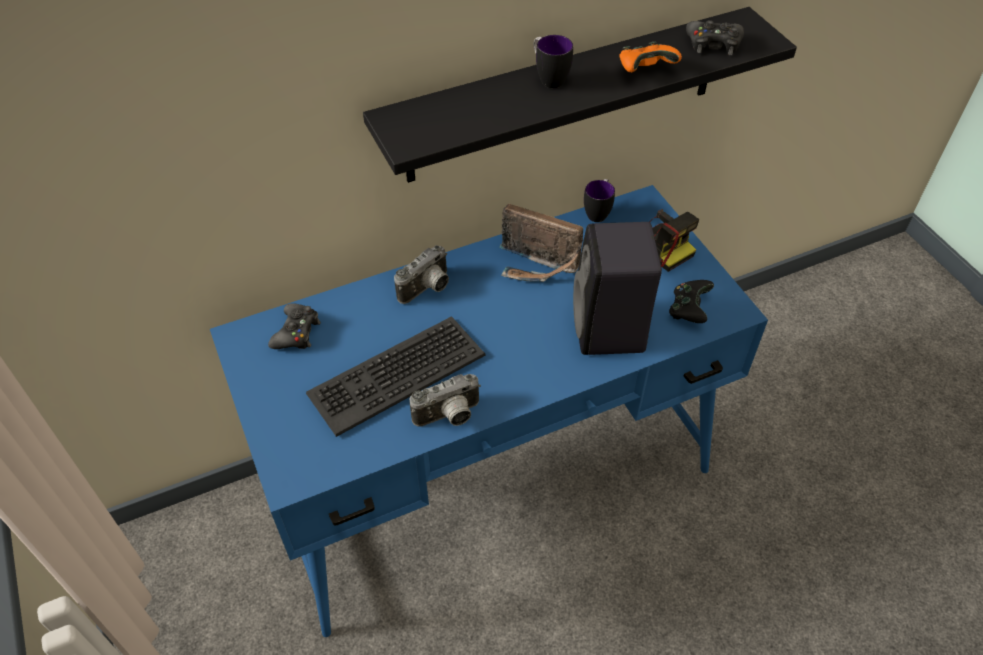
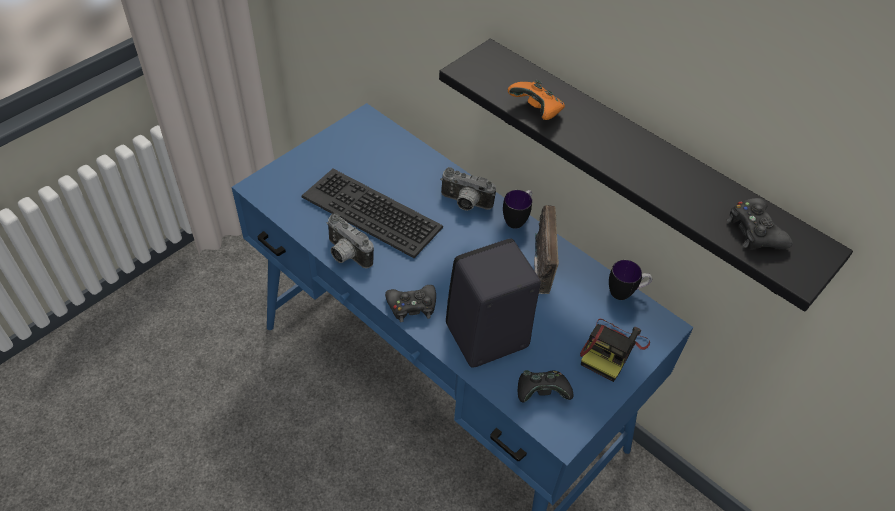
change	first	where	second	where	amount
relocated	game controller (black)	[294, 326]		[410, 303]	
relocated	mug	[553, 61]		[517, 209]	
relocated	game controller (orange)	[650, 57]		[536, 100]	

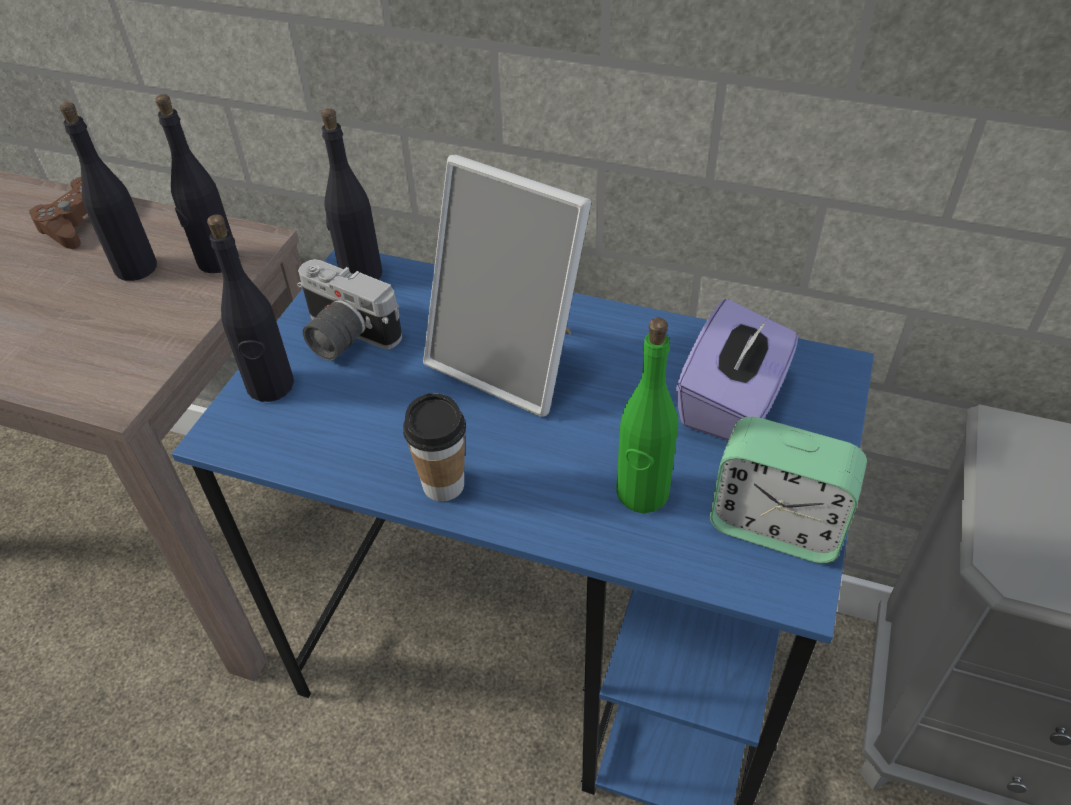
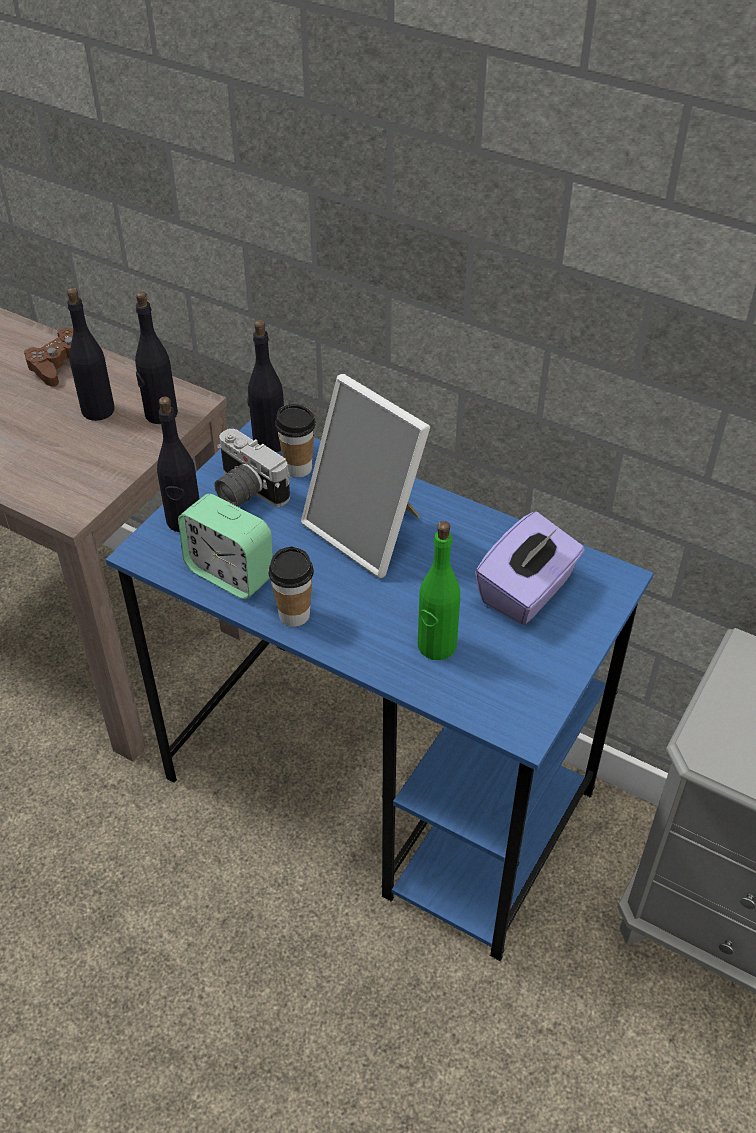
change	first	where	second	where	amount
appeared			cup	[296, 440]	
relocated	alarm clock	[788, 490]		[225, 546]	

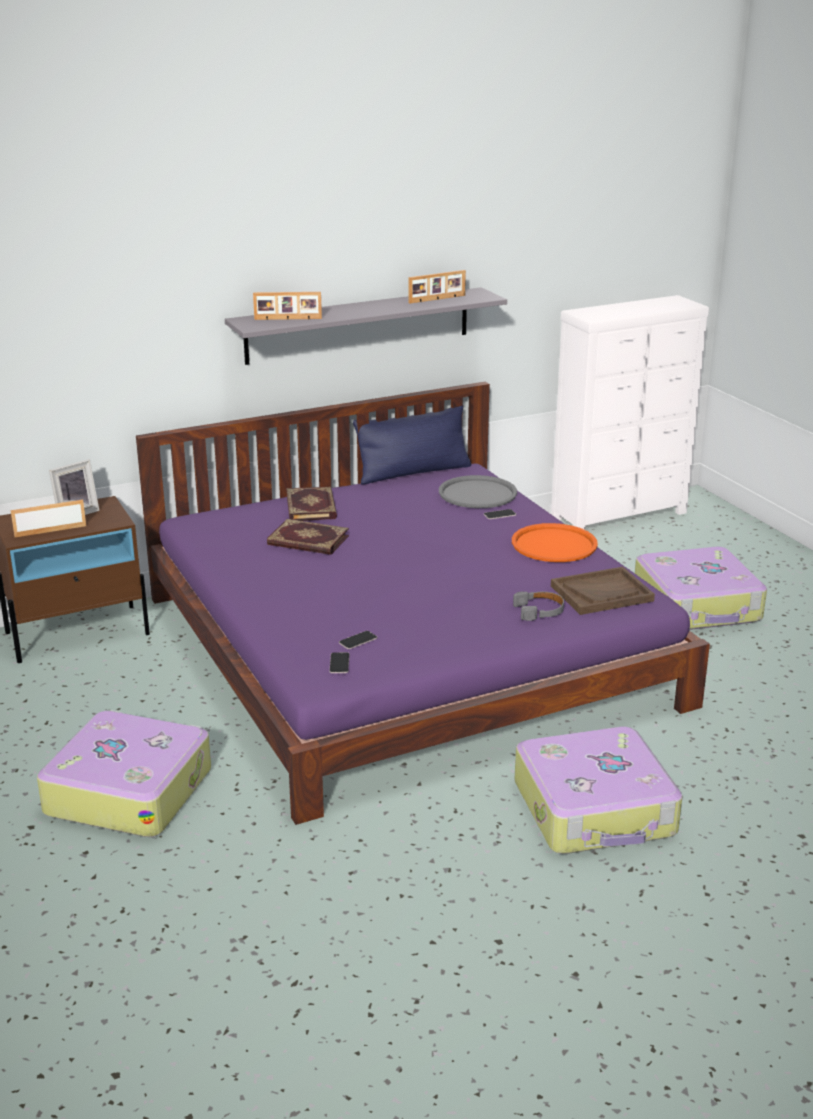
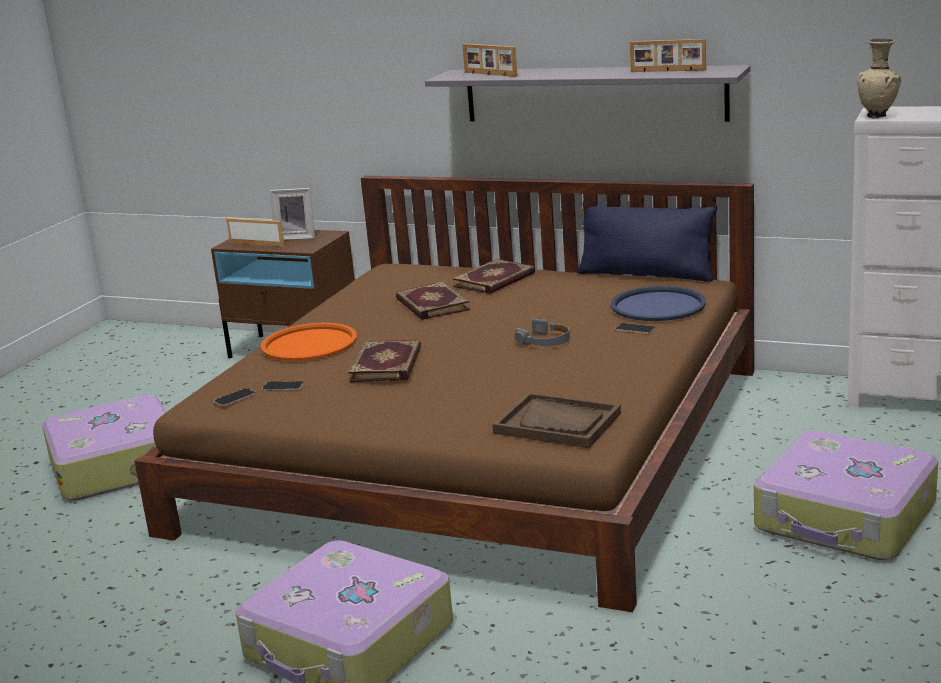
change	first	where	second	where	amount
appeared			book	[384, 361]	
appeared			vase (beige)	[879, 78]	
relocated	tray (orange)	[555, 542]		[308, 342]	
relocated	headphones (grey)	[538, 606]		[542, 332]	
colour	bed (purple)	[423, 603]	bed (brown)	[444, 394]	
colour	tray (grey)	[478, 491]	tray (blue)	[658, 303]	

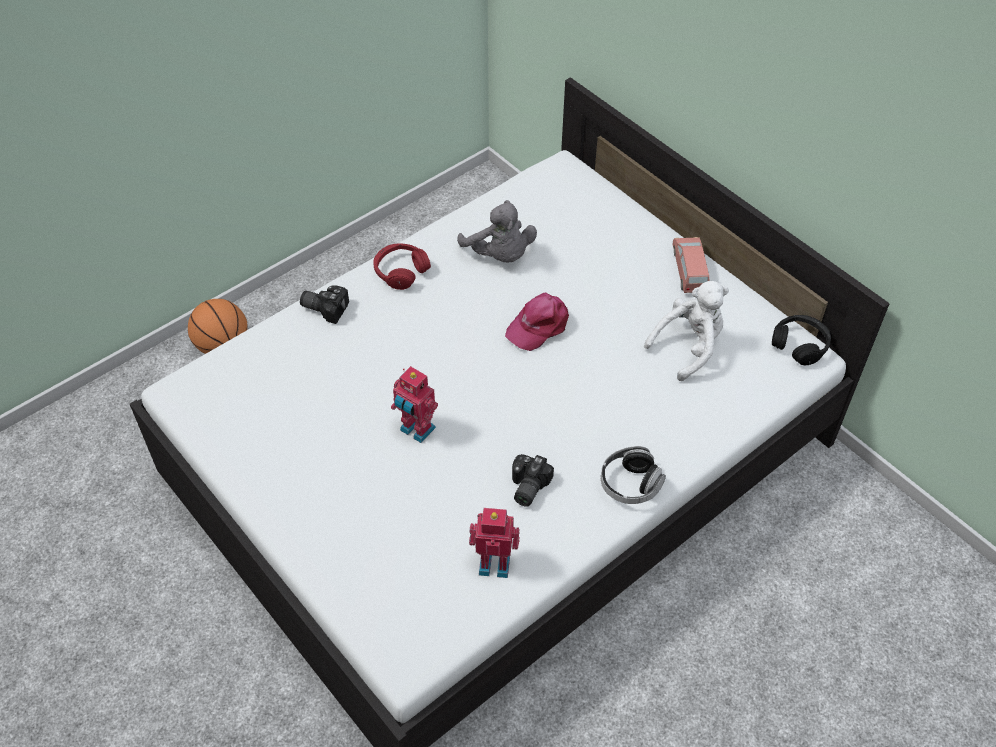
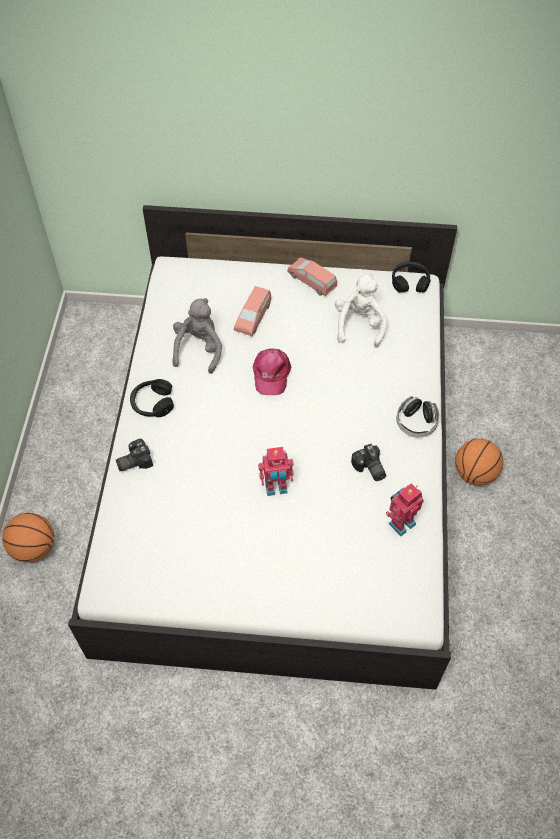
change	first	where	second	where	amount
appeared			toy car (pink)	[252, 311]	
appeared			basketball	[479, 462]	
colour	headphones (red)	[402, 266]	headphones (black)	[152, 398]	
spun	plush toy (grey)	[497, 231]		[197, 336]	90 degrees counterclockwise

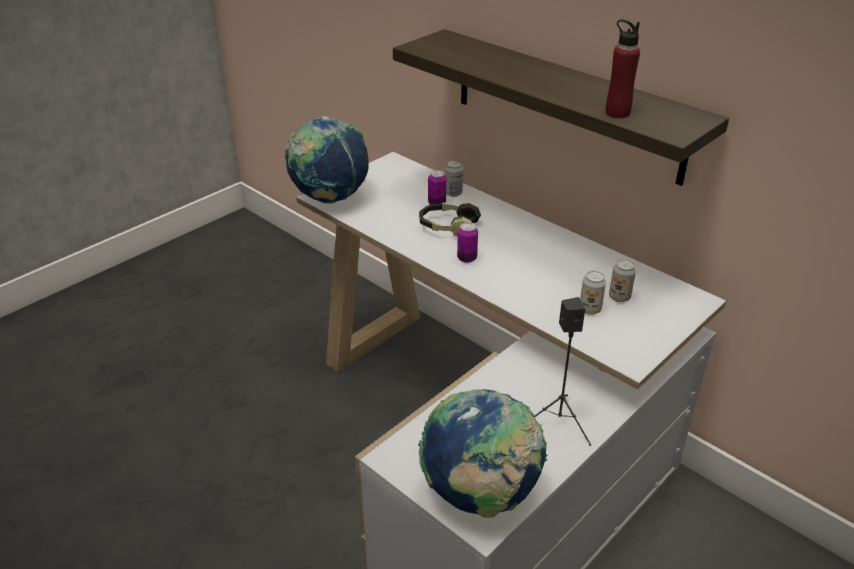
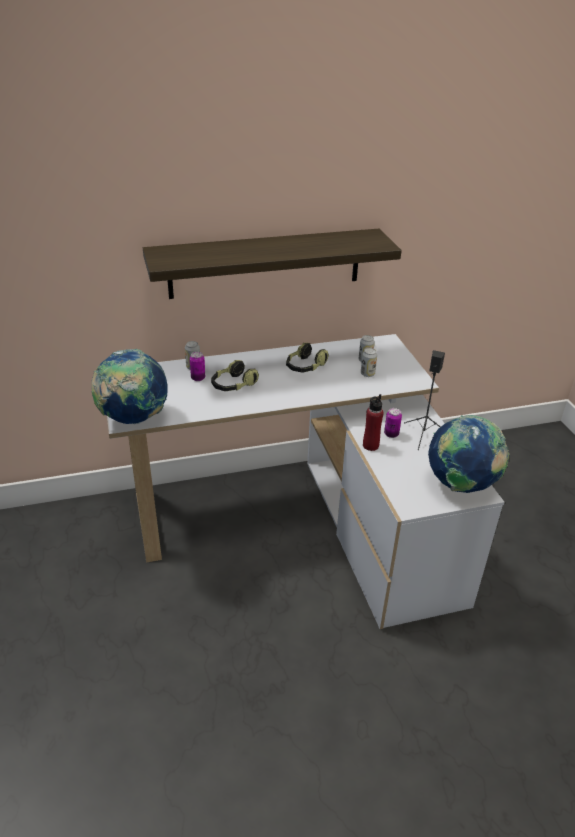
change	first	where	second	where	amount
appeared			headphones	[307, 357]	
relocated	can	[467, 242]		[393, 423]	
relocated	bottle (red)	[622, 68]		[373, 422]	

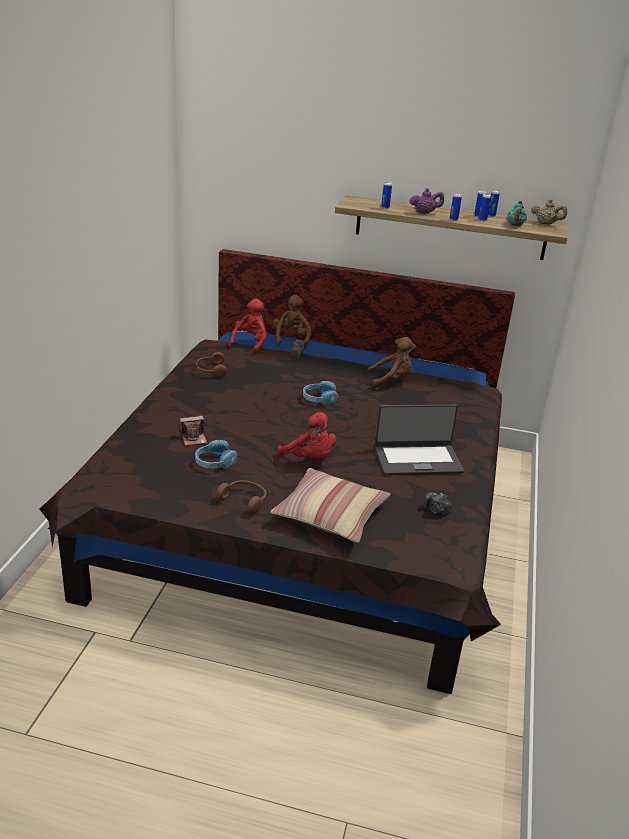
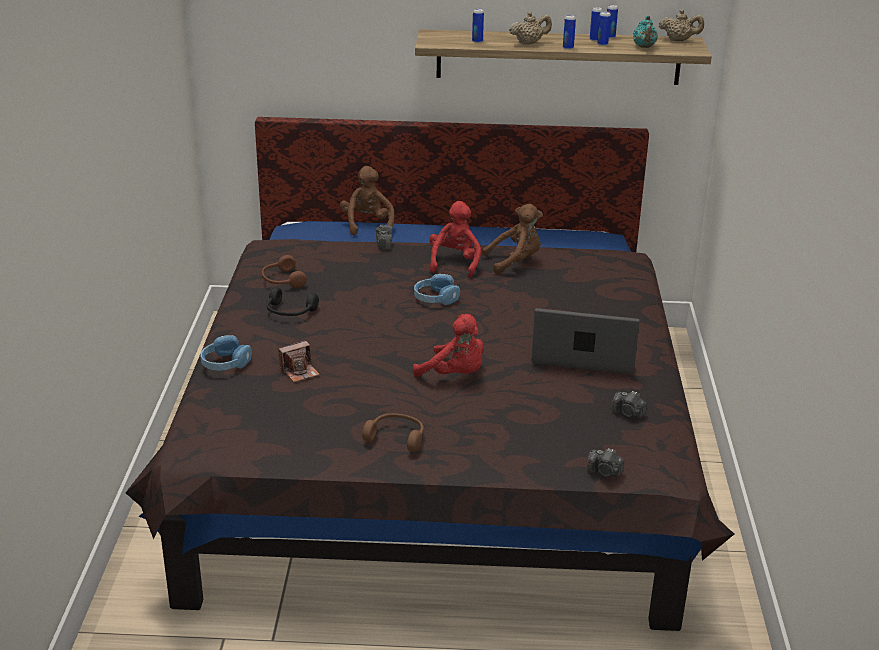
change	first	where	second	where	amount
missing	pillow	[330, 505]			
appeared			headphones (black)	[292, 301]	
appeared			photo camera	[605, 462]	
relocated	headphones (blue)	[216, 454]		[226, 353]	
relocated	plush toy (red)	[248, 326]		[455, 239]	
colour	teapot (purple)	[426, 201]	teapot (beige)	[530, 28]	
spun	laptop	[419, 439]		[585, 341]	150 degrees counterclockwise

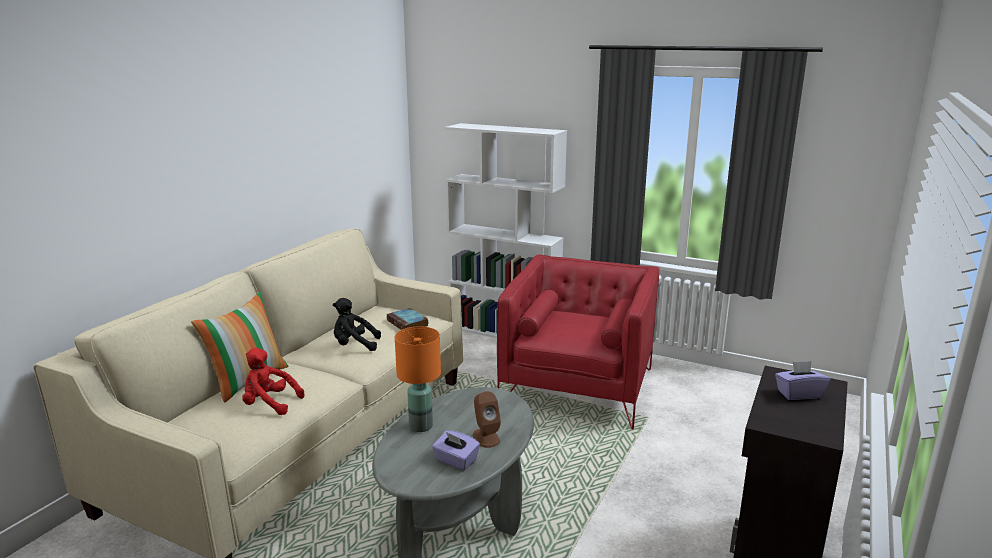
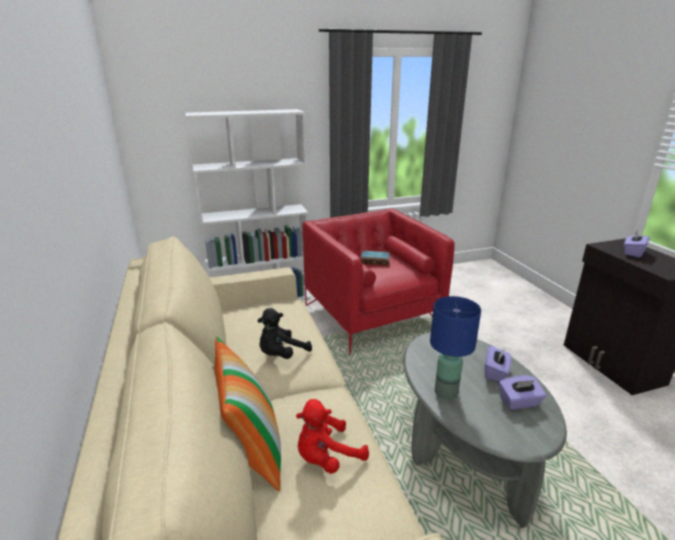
change	first	where	second	where	amount
relocated	book	[407, 319]		[375, 258]	
exchanged	speaker (brown)	[487, 419]	tissue box (purple)	[498, 363]	
colour	table lamp (orange)	[418, 379]	table lamp (blue)	[455, 348]	

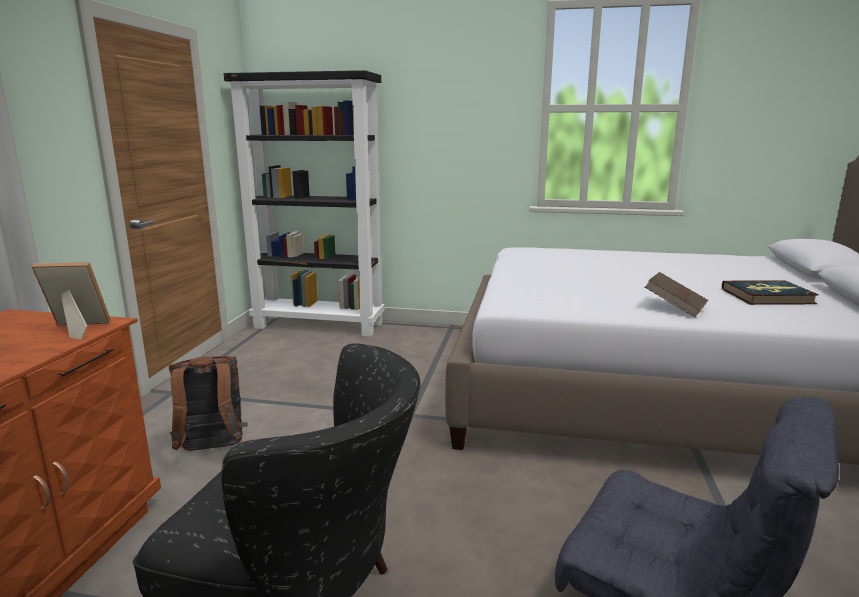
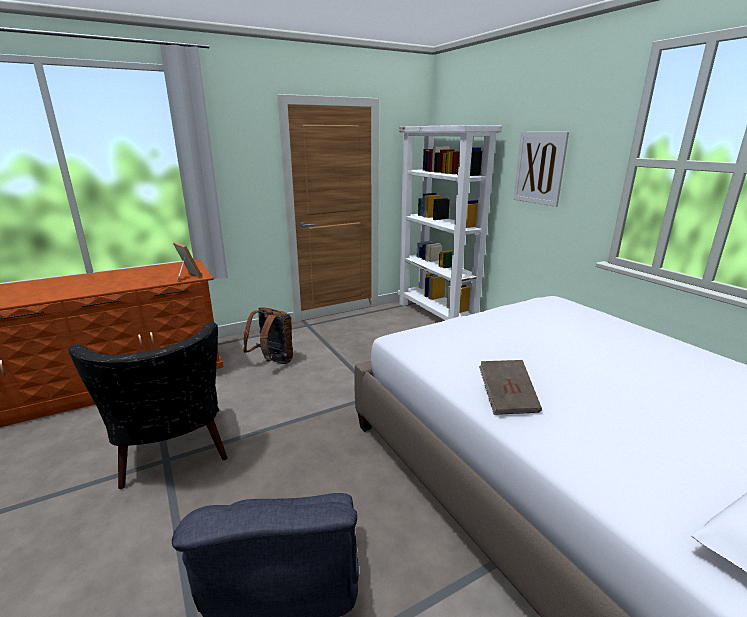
change	first	where	second	where	amount
missing	book	[770, 292]			
appeared			picture	[541, 169]	
colour	bookcase (black)	[304, 203]	bookcase (white)	[450, 222]	

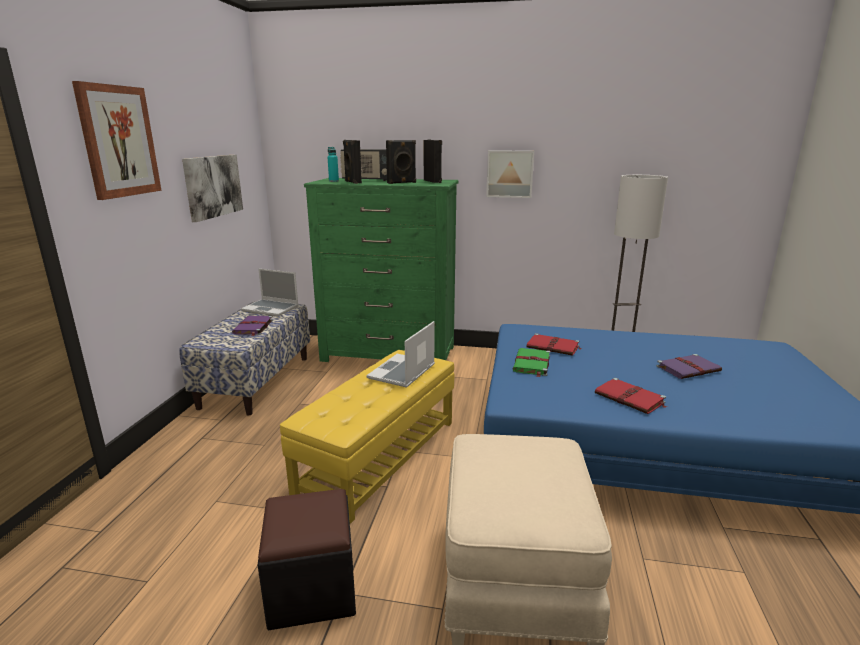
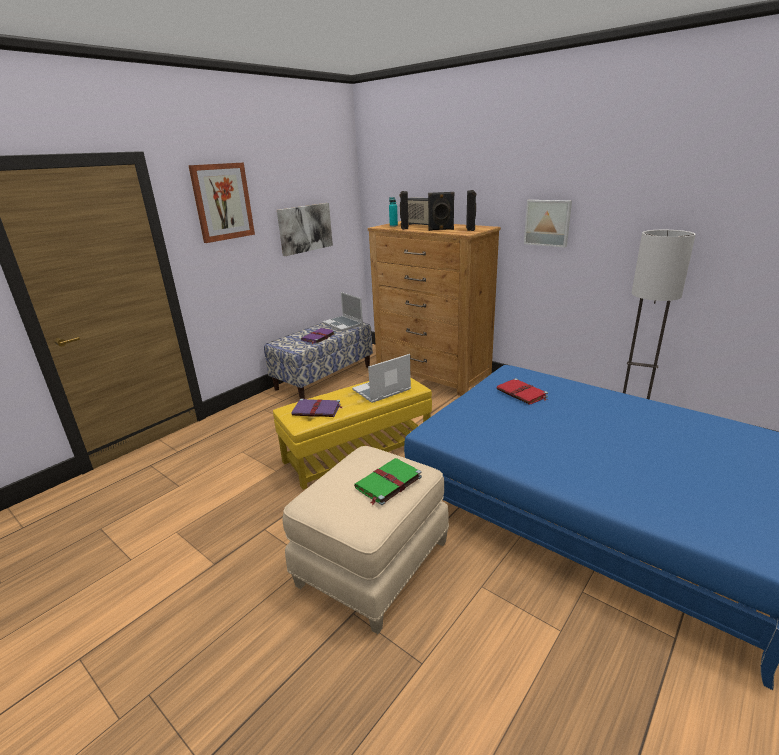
change	first	where	second	where	amount
missing	ottoman (black)	[307, 559]			
missing	book (red)	[631, 396]			
relocated	book (green)	[531, 362]		[388, 481]	
relocated	book (purple)	[689, 366]		[317, 408]	
colour	dresser (green)	[381, 270]	dresser (brown)	[434, 308]	

